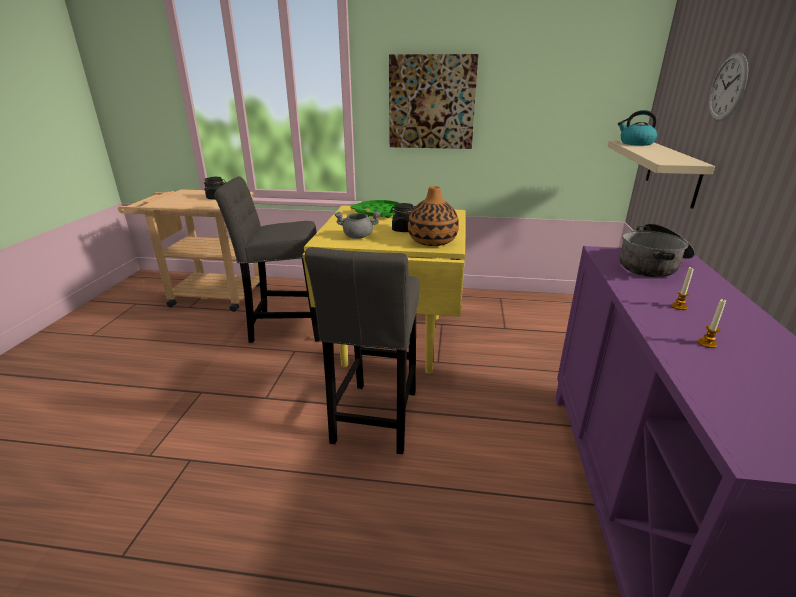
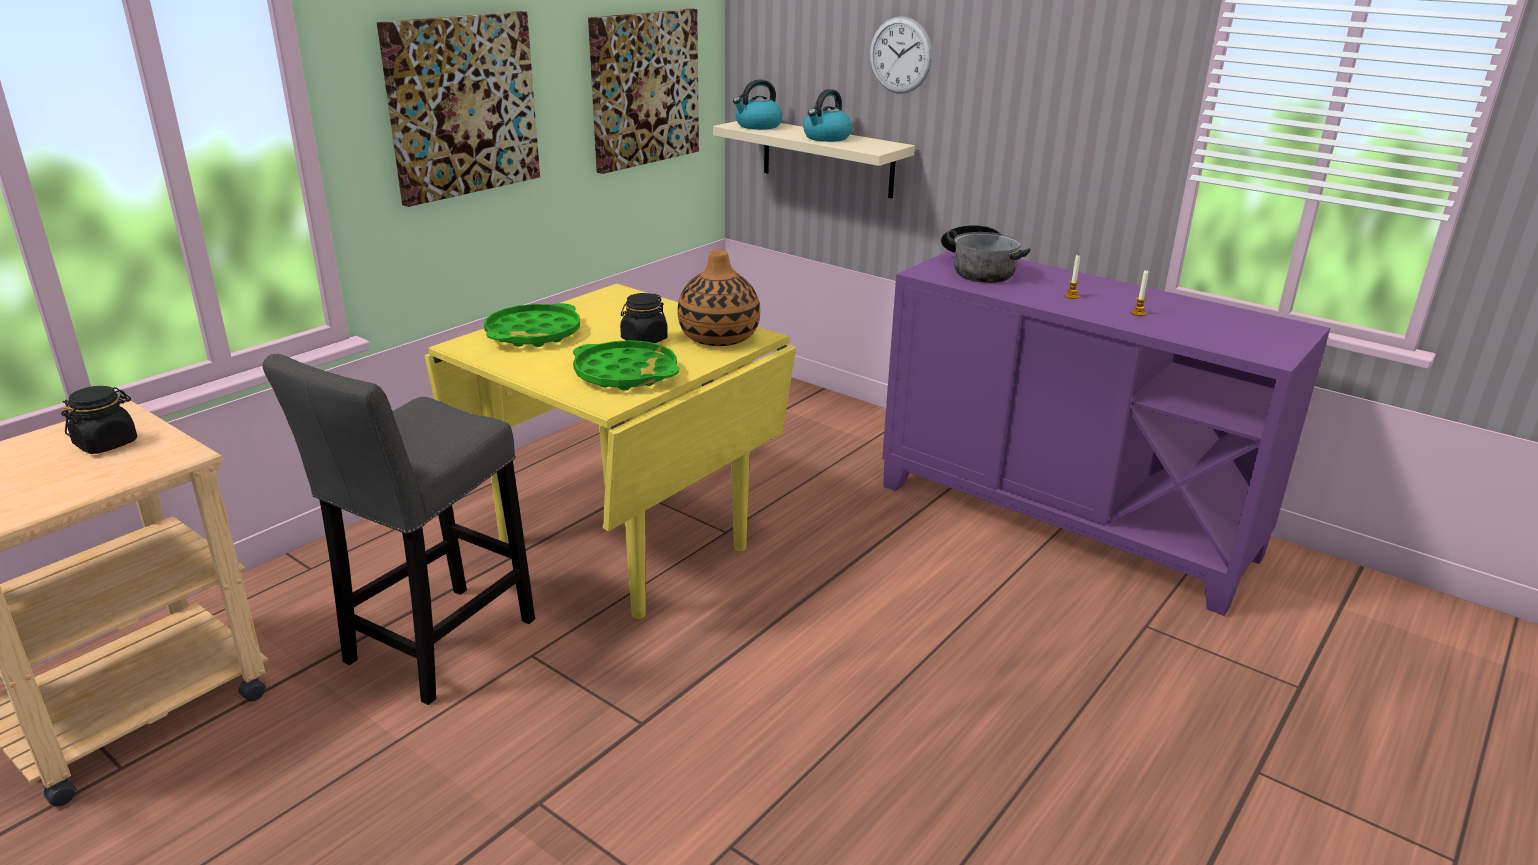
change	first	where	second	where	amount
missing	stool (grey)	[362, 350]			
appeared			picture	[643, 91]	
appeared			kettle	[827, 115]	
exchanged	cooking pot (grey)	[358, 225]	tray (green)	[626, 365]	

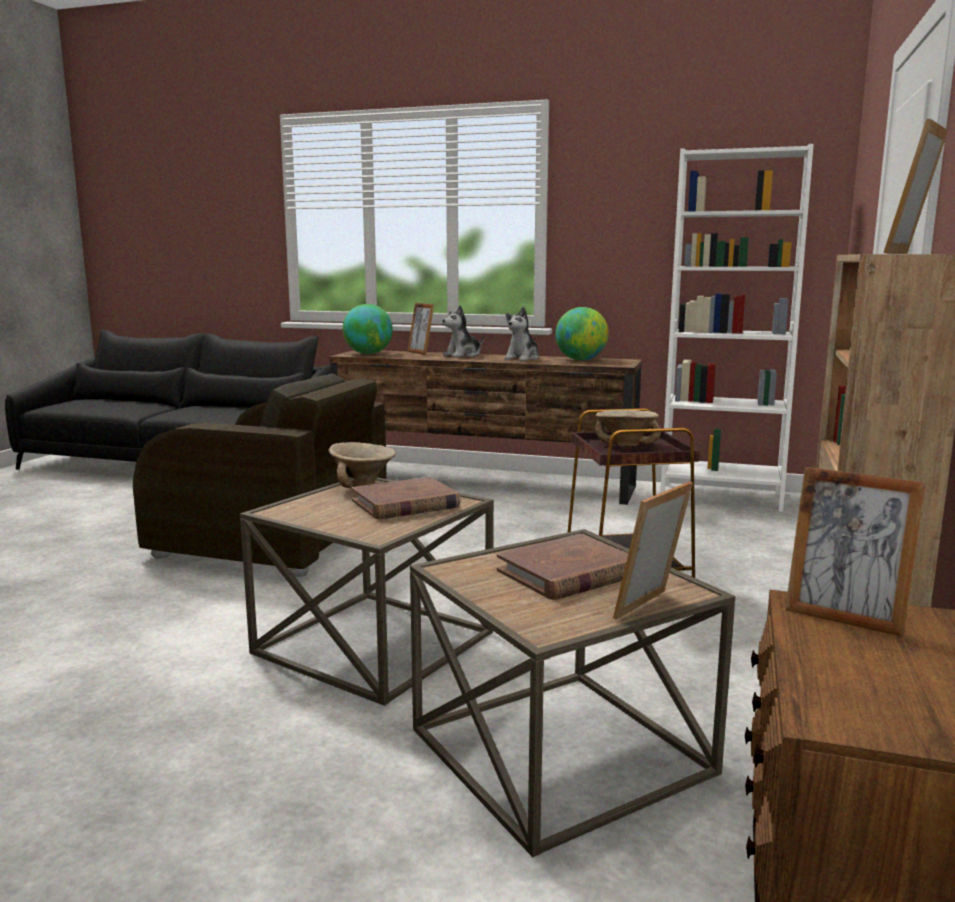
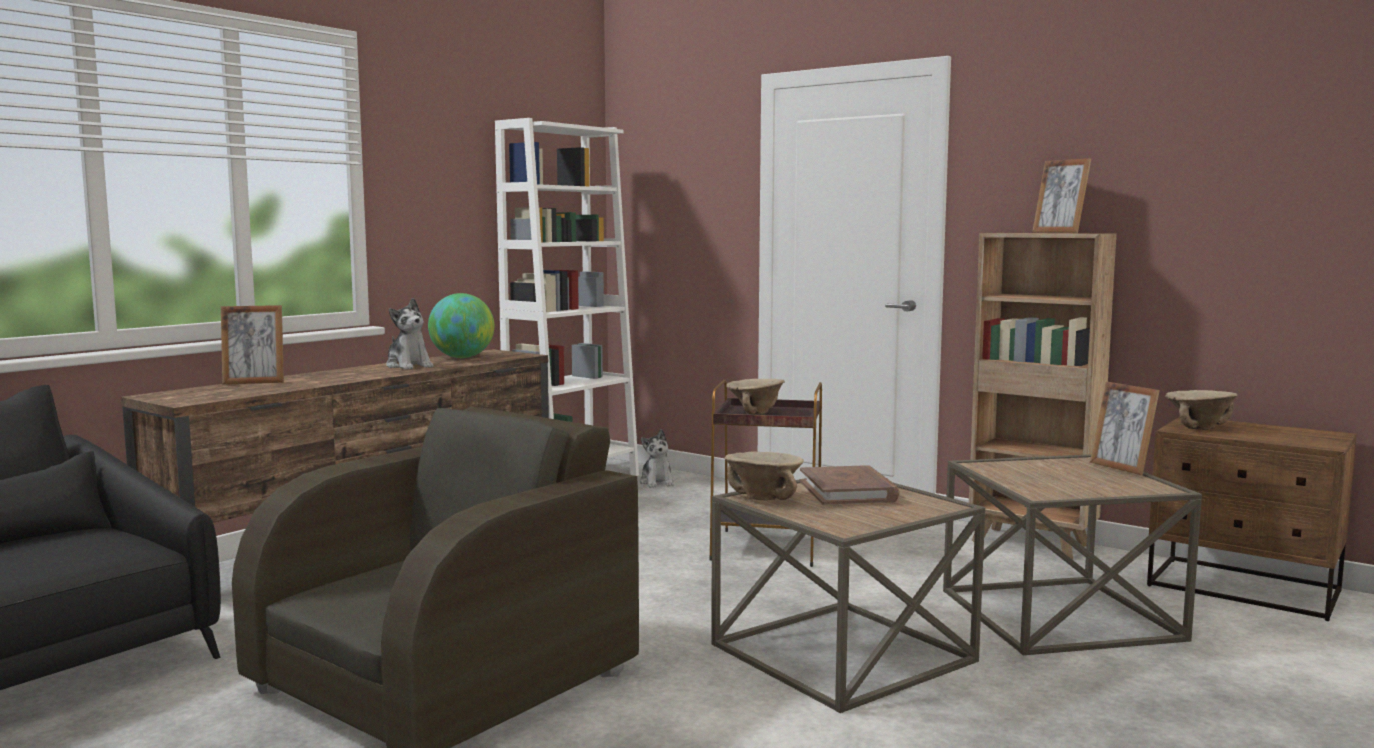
change	first	where	second	where	amount
missing	globe	[368, 329]			
missing	book (brown)	[562, 567]			
relocated	plush toy	[463, 331]		[657, 458]	
exchanged	picture frame	[855, 552]	bowl (beige)	[1201, 410]	

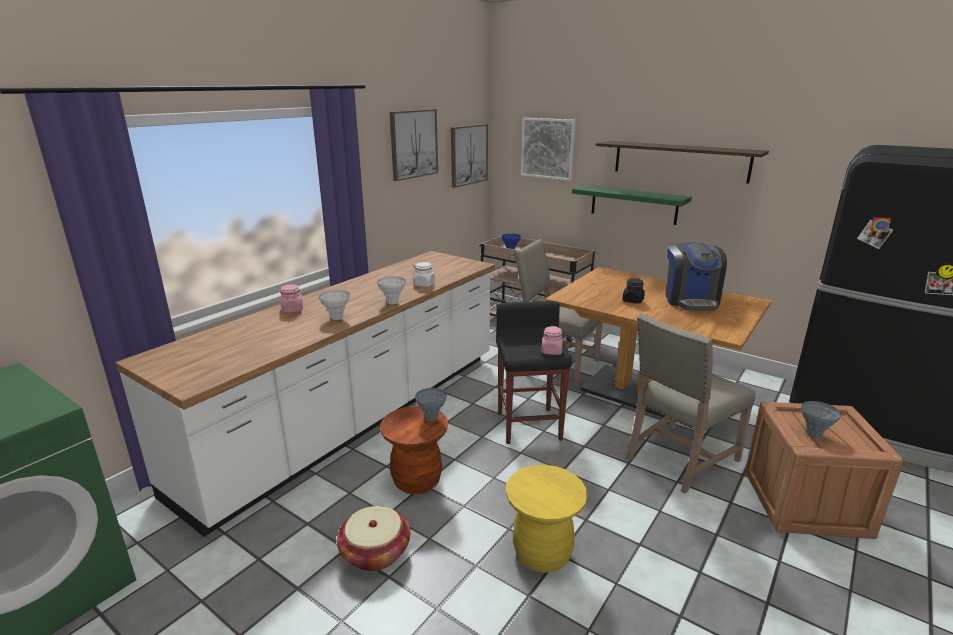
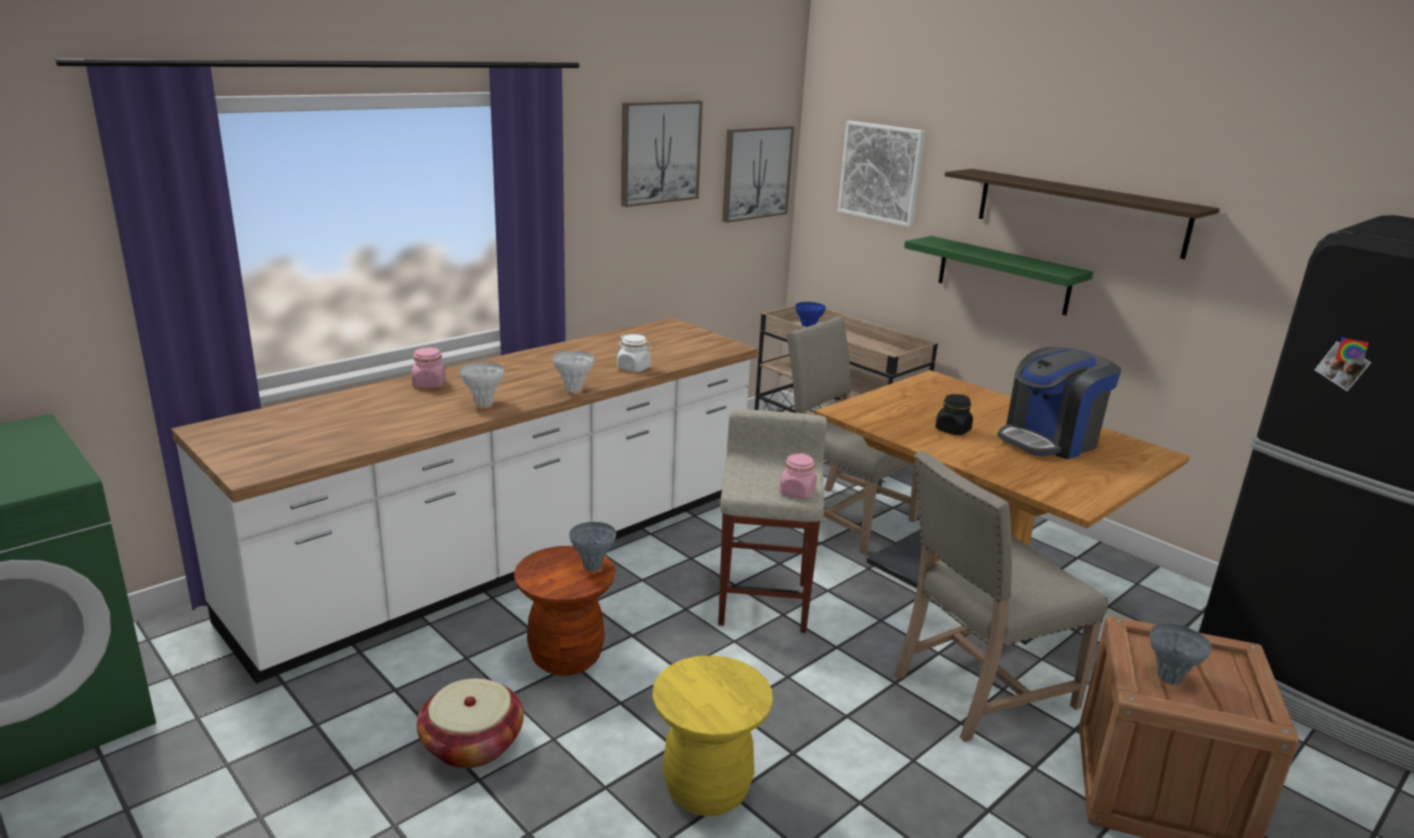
change	first	where	second	where	amount
colour	stool (black)	[534, 372]	stool (beige)	[772, 521]	
spun	coffee machine	[696, 276]		[1059, 403]	45 degrees clockwise

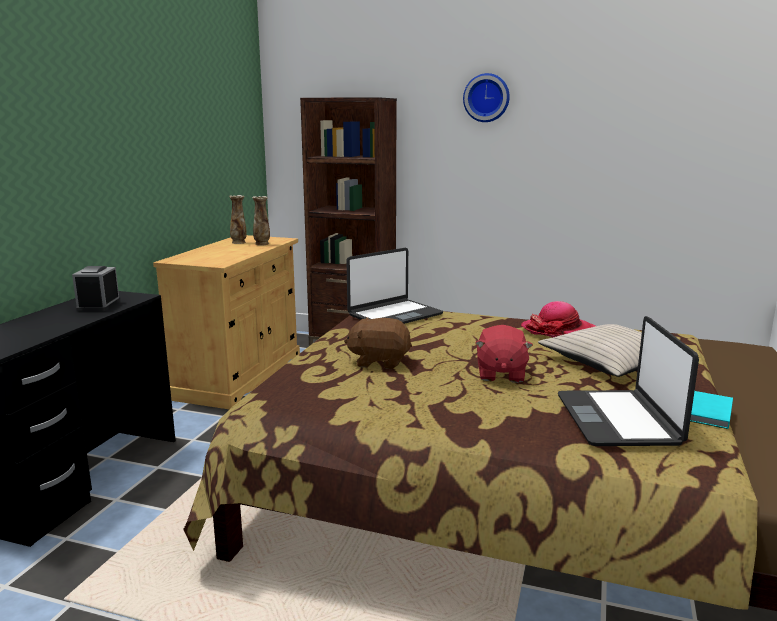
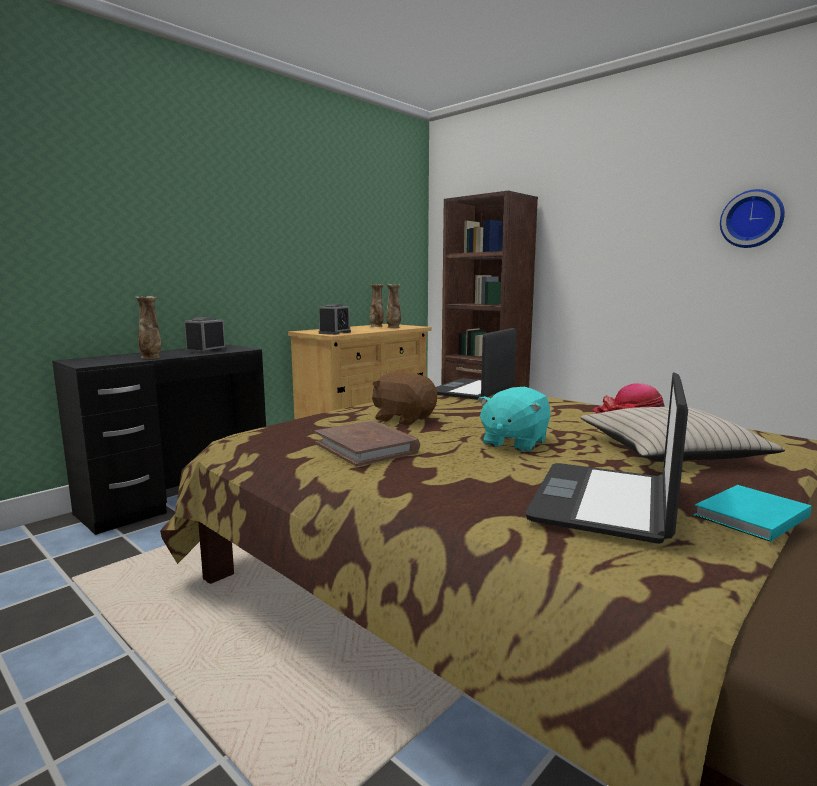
change	first	where	second	where	amount
appeared			vase	[148, 327]	
appeared			book (brown)	[367, 444]	
appeared			alarm clock	[335, 319]	
relocated	wall clock	[486, 97]		[752, 218]	
colour	plush toy (red)	[504, 354]	plush toy (turquoise)	[514, 419]	
spun	laptop	[394, 286]		[476, 364]	135 degrees clockwise

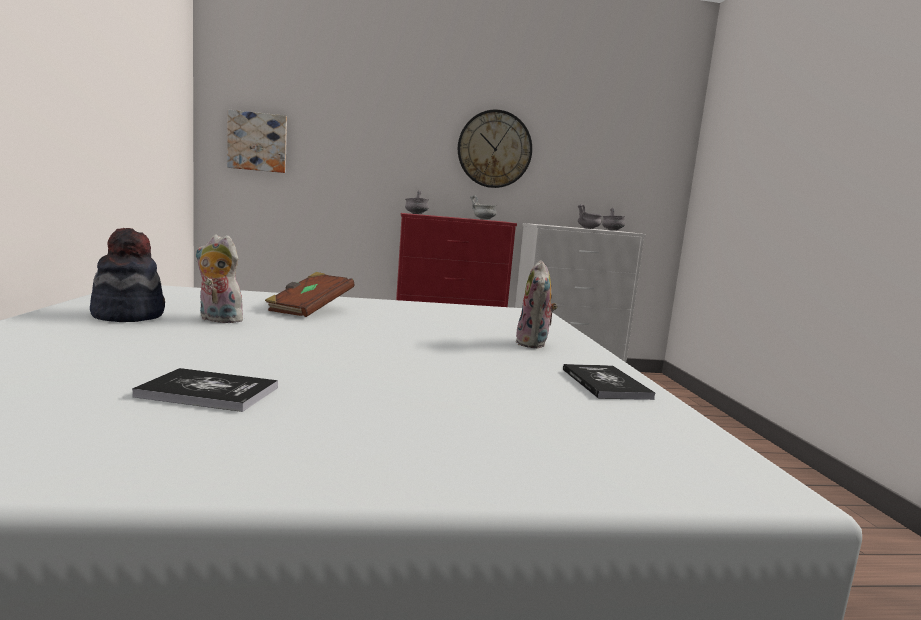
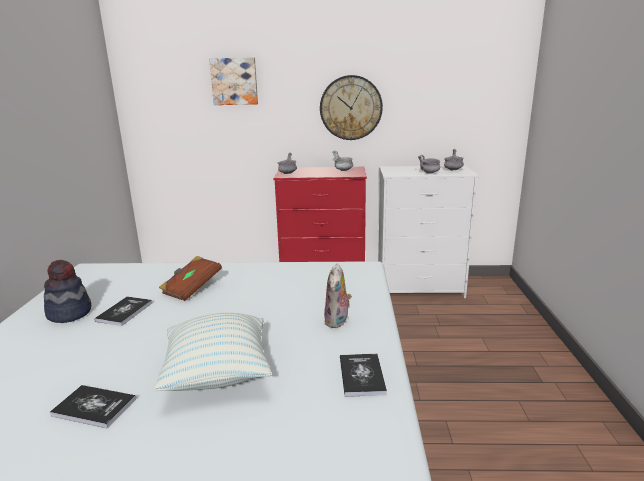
change	first	where	second	where	amount
appeared			pillow	[213, 352]	
relocated	picture	[257, 141]		[233, 81]	
exchanged	plush toy	[219, 279]	book	[123, 311]	

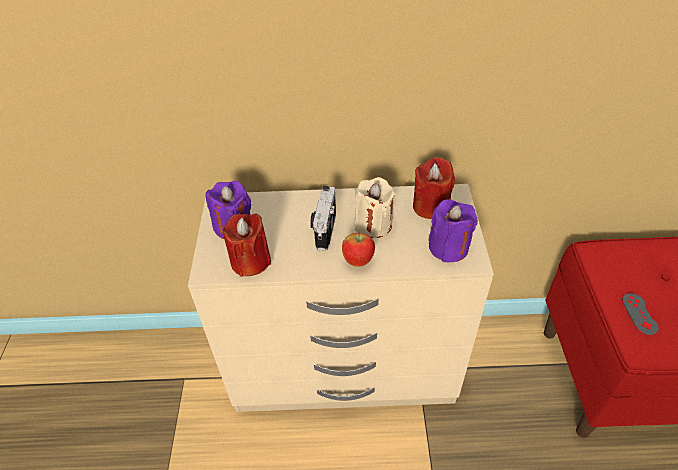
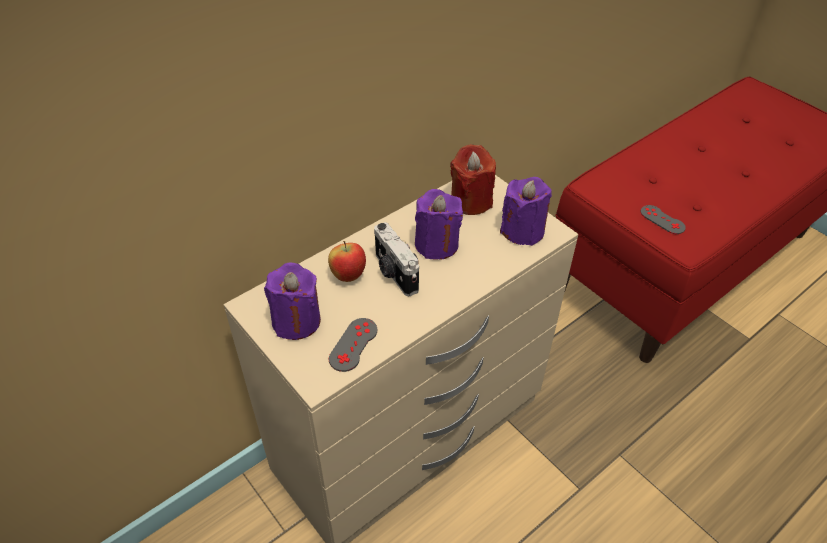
change	first	where	second	where	amount
relocated	apple	[358, 249]		[347, 261]	
exchanged	candle (red)	[247, 245]	game controller (grey)	[353, 345]	
colour	candle (beige)	[374, 207]	candle (purple)	[439, 224]	

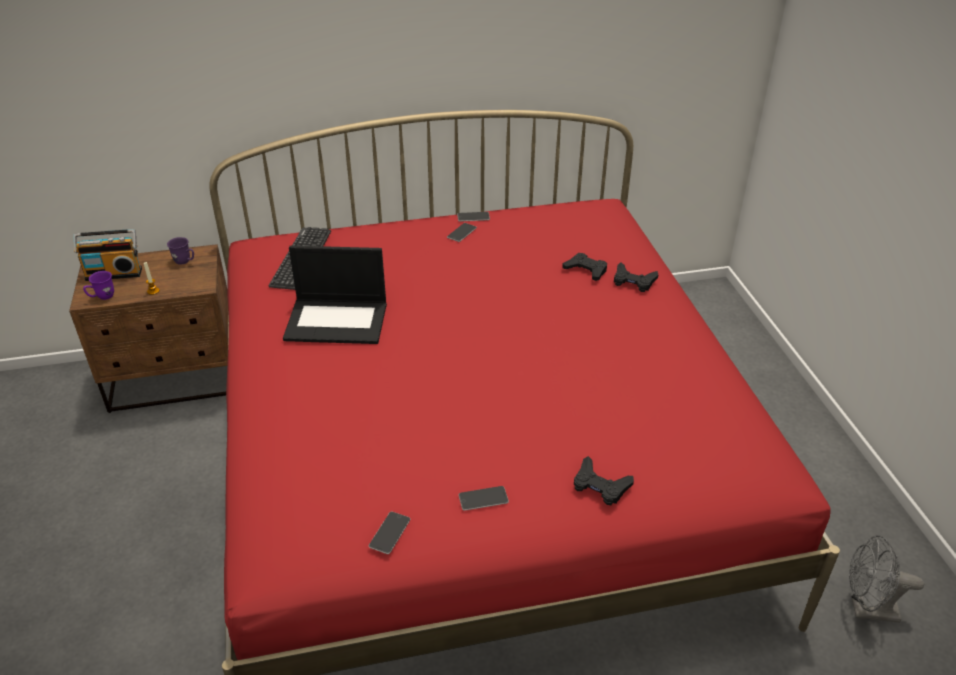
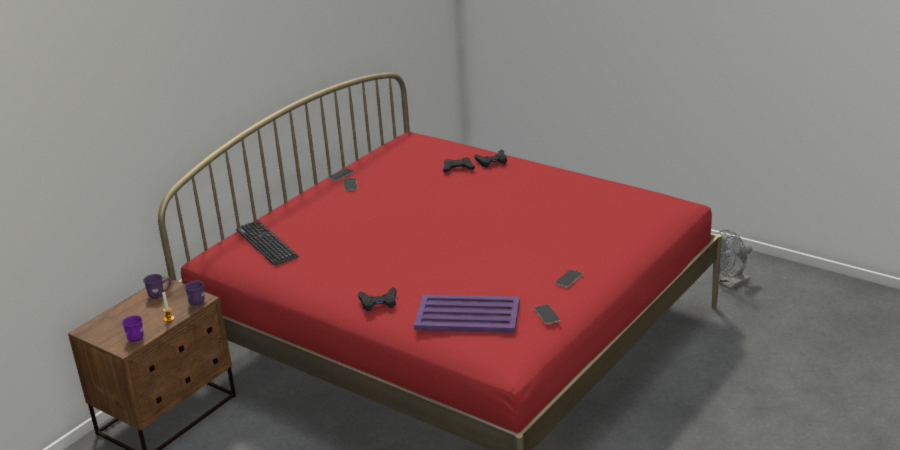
change	first	where	second	where	amount
missing	radio	[107, 255]			
missing	laptop	[335, 295]			
appeared			mug (purple)	[194, 293]	
appeared			tray (purple)	[467, 313]	
relocated	game controller (black)	[604, 480]		[377, 299]	

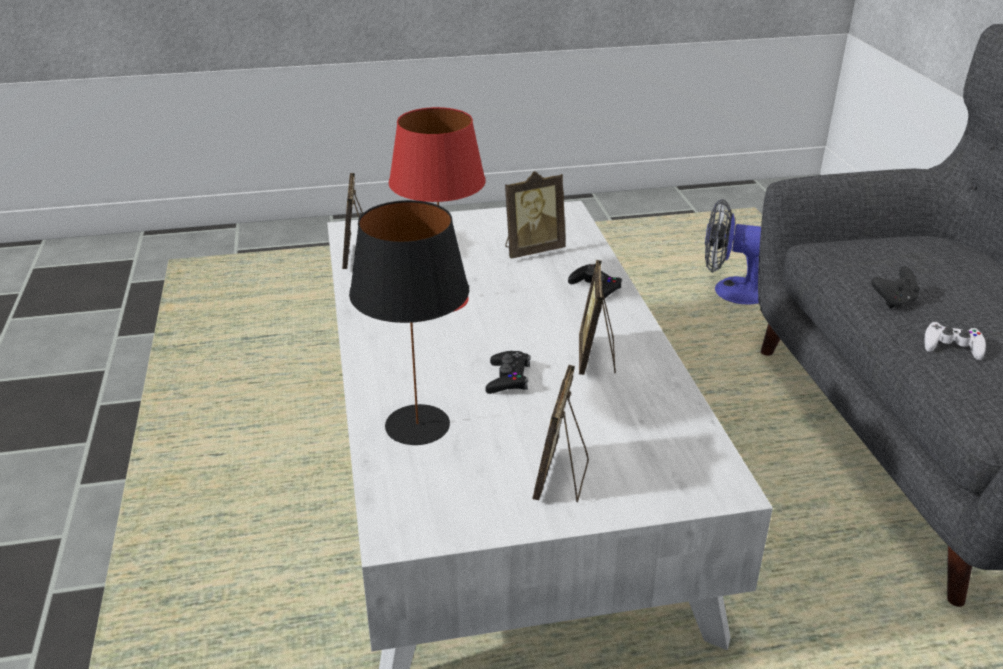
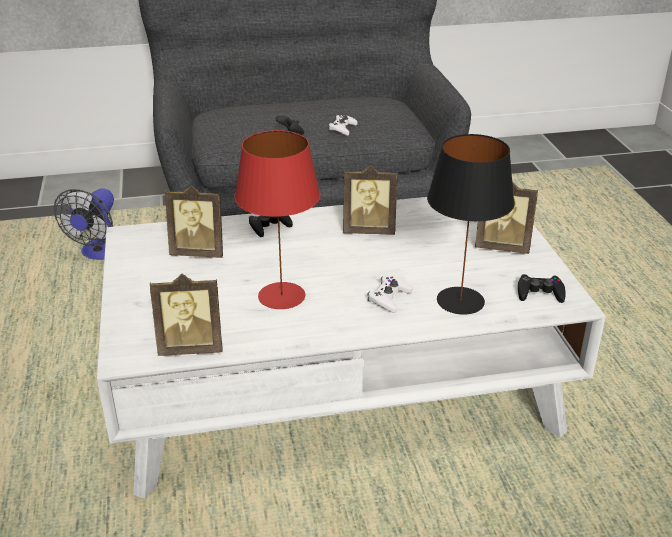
change	first	where	second	where	amount
appeared			game controller (white)	[389, 294]	
relocated	game controller (black)	[508, 372]		[541, 288]	
spun	picture frame	[535, 215]		[194, 221]	120 degrees clockwise

